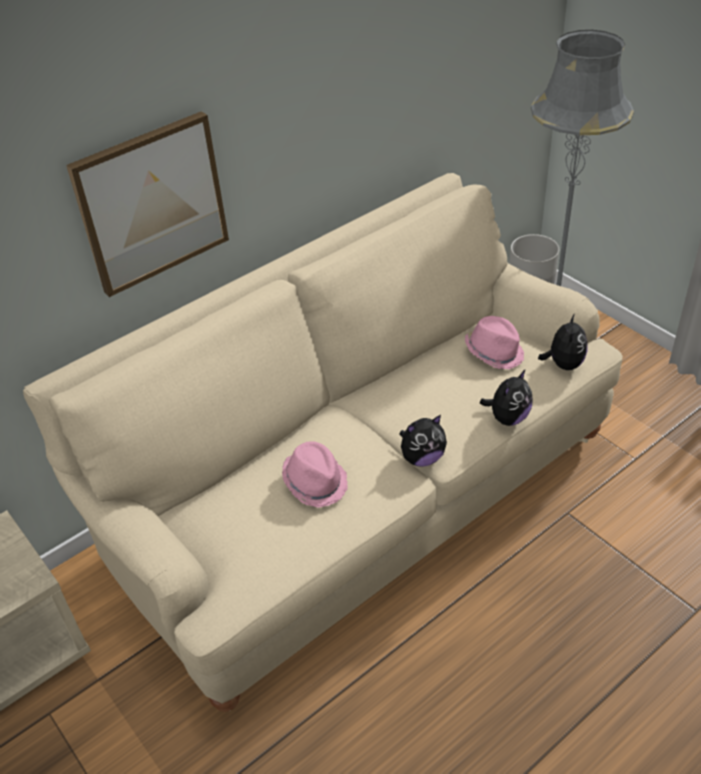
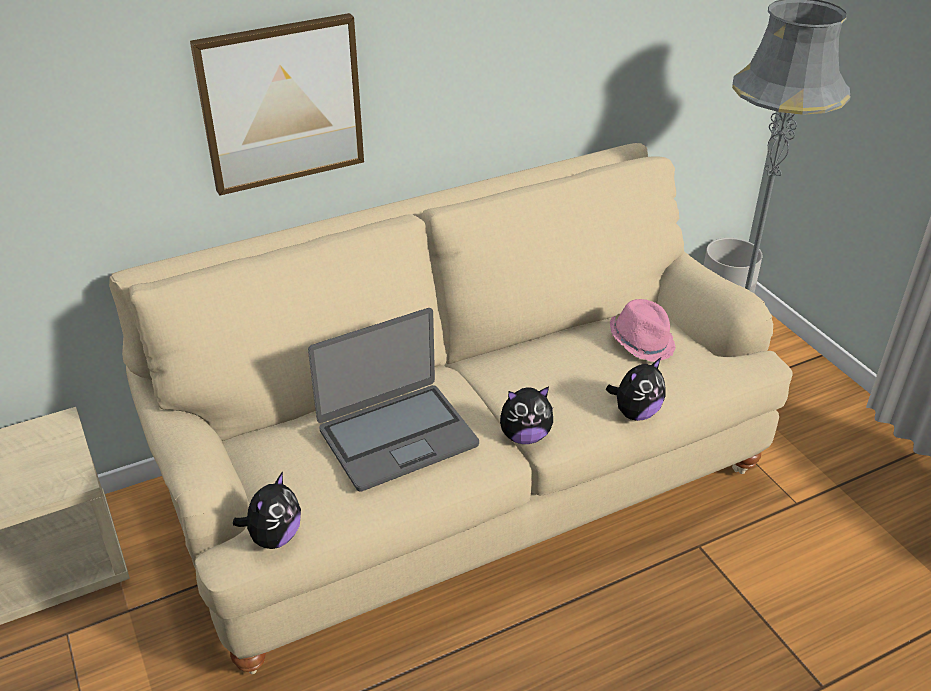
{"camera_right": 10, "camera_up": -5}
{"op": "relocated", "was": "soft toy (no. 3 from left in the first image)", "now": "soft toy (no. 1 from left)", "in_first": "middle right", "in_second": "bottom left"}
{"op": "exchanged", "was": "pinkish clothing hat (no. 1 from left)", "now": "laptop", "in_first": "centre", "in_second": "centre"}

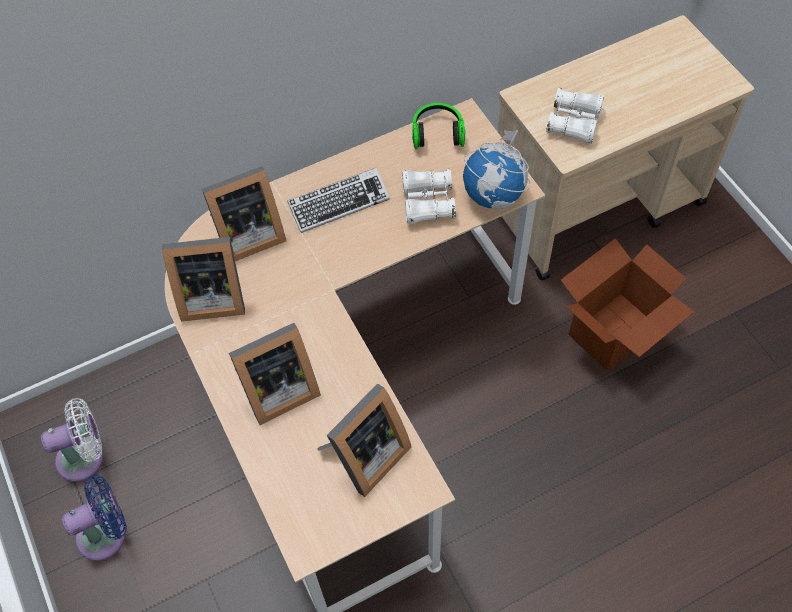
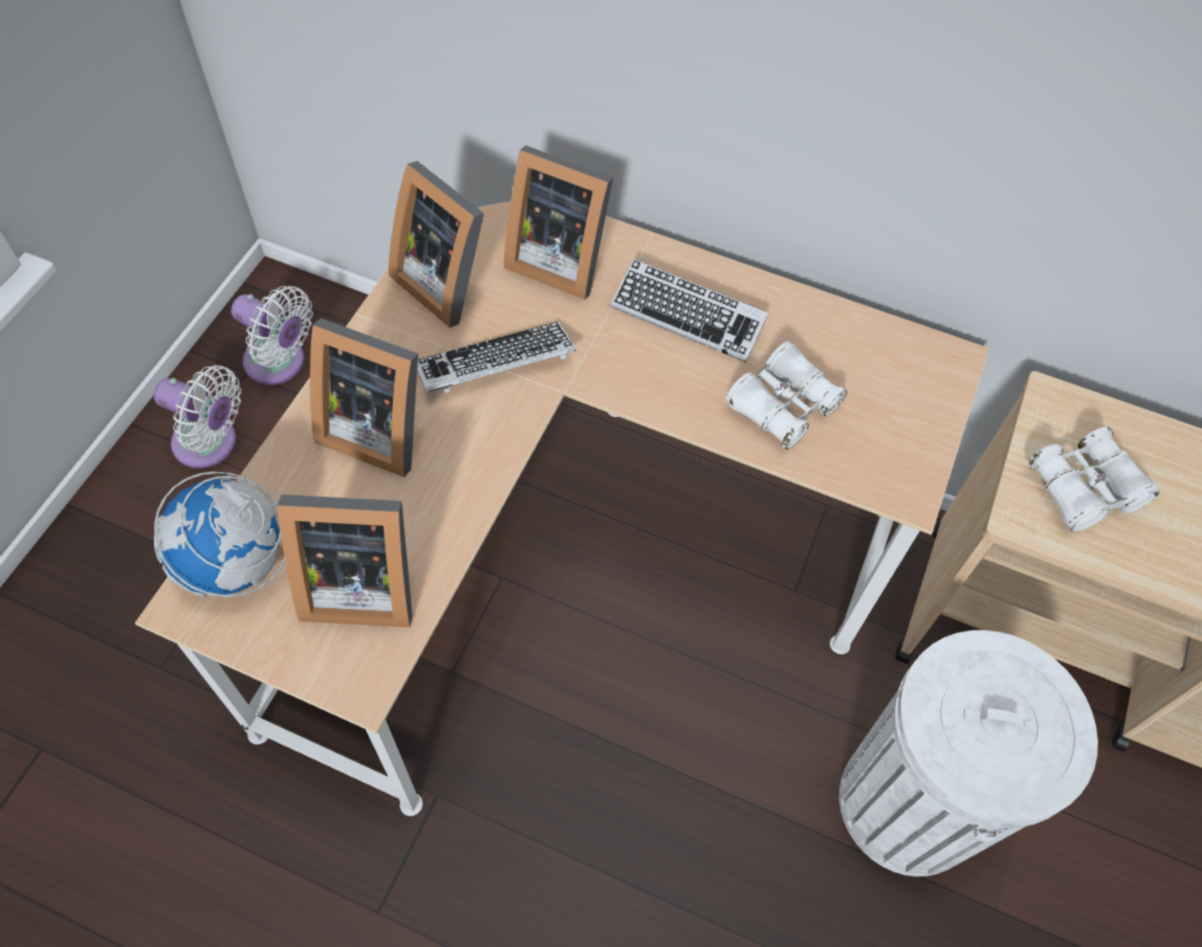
{"camera_right": 45, "camera_up": 0}
{"op": "missing", "was": "headphones", "in_first": "top centre"}
{"op": "appeared", "now": "keyboard (no. 1 from left)", "in_second": "centre"}
{"op": "relocated", "was": "world globe", "in_first": "top centre", "in_second": "middle left"}
{"op": "exchanged", "was": "carton", "now": "white trash can", "in_first": "middle right", "in_second": "bottom right"}
{"op": "colour", "was": "blue fan", "now": "white fan (no. 1 from left)", "in_first": "bottom left", "in_second": "middle left"}

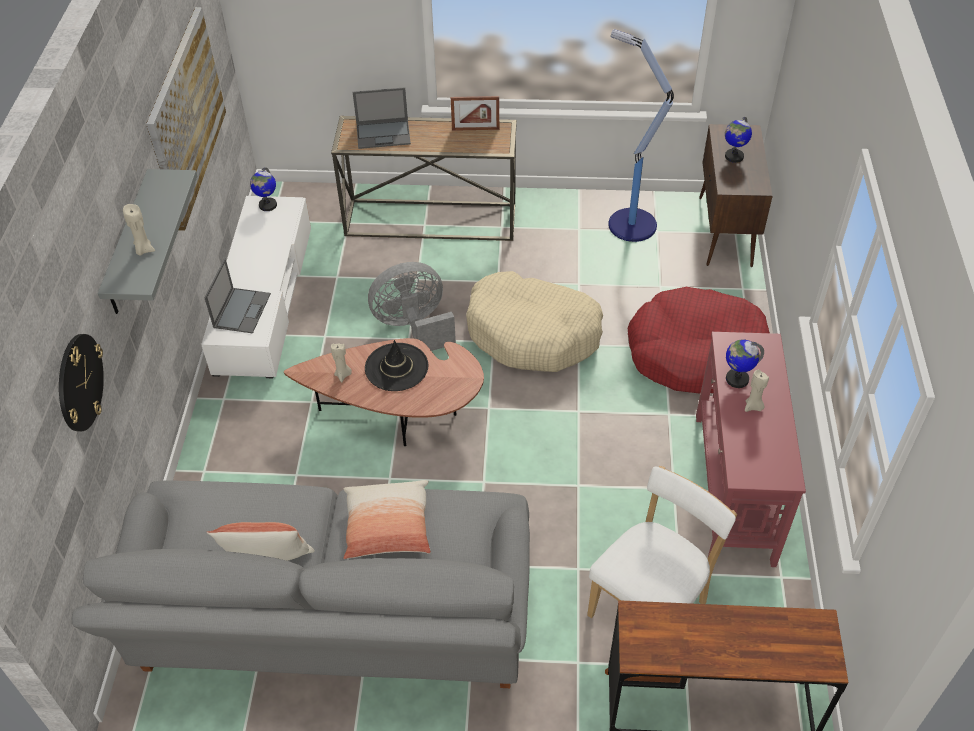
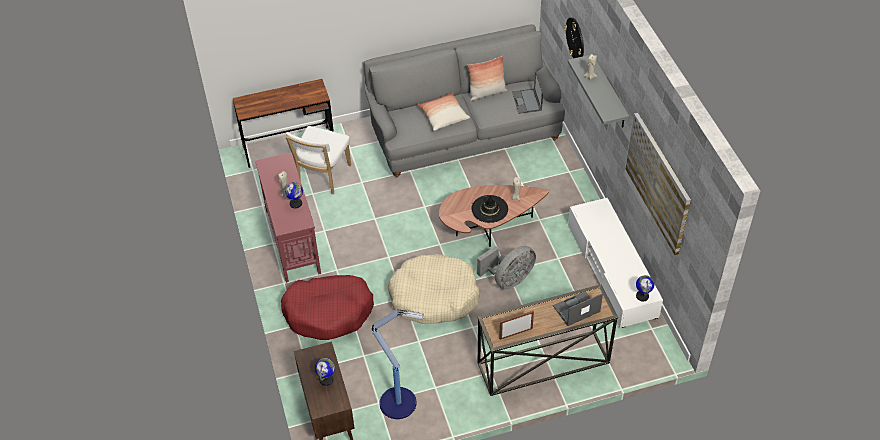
{"camera_right": 160, "camera_up": 0}
{"op": "relocated", "was": "laptop (no. 1 from left)", "in_first": "middle left", "in_second": "top centre"}

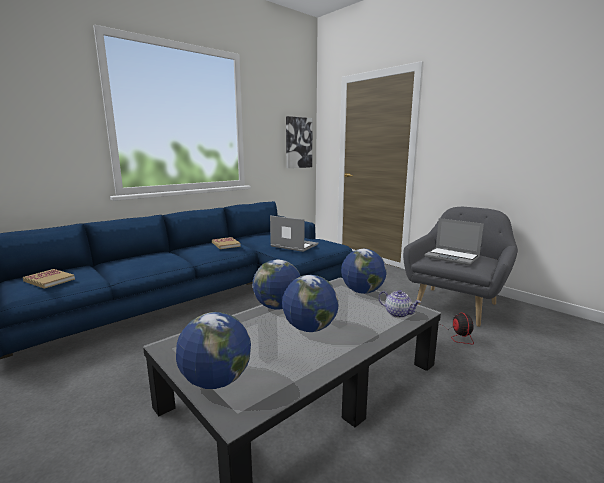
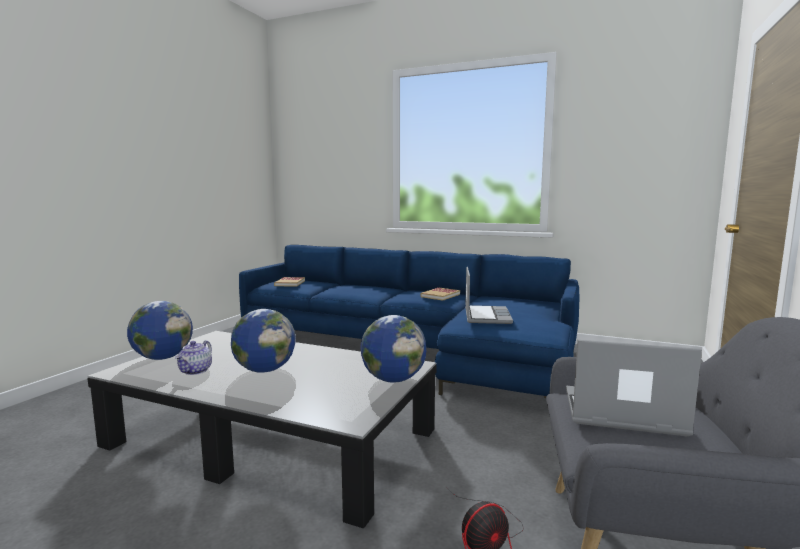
{"camera_right": 65, "camera_up": -5}
{"op": "missing", "was": "world globe (no. 2 from left)", "in_first": "centre"}
{"op": "missing", "was": "wall art", "in_first": "top centre"}
{"op": "relocated", "was": "pot for tea", "in_first": "centre", "in_second": "middle left"}
{"op": "spun", "was": "laptop (no. 2 from left)", "in_first": "middle right", "in_second": "bottom right", "clockwise": 90}

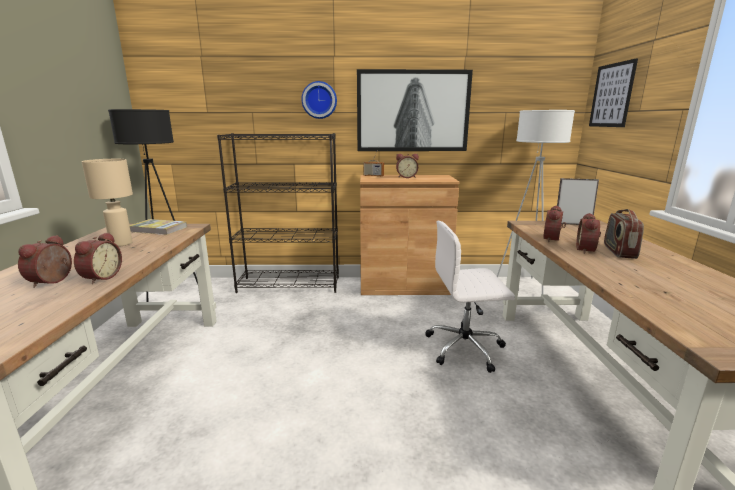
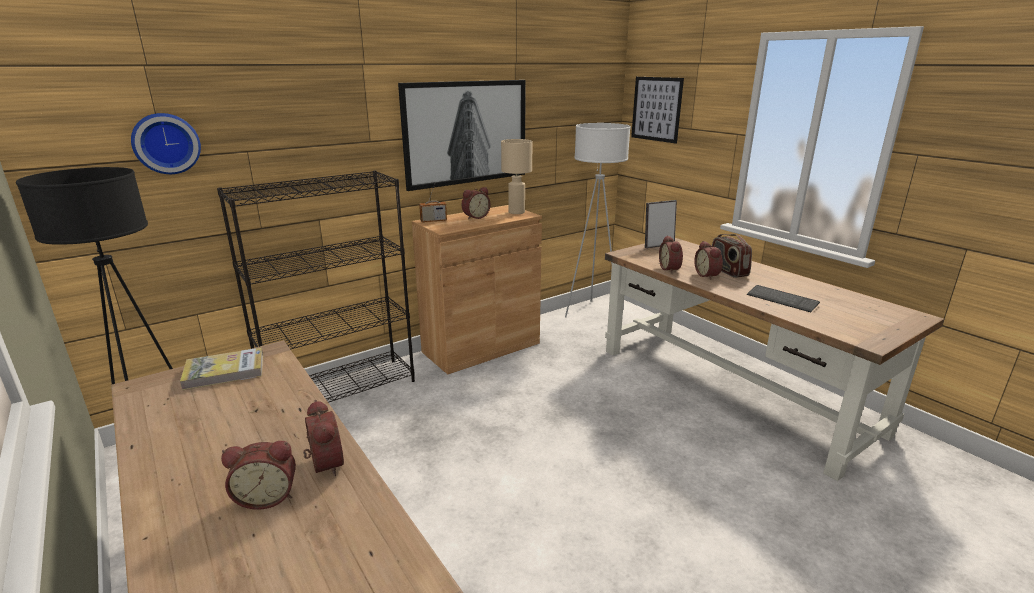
{"camera_right": -35, "camera_up": 5}
{"op": "missing", "was": "white computer chair", "in_first": "centre"}
{"op": "appeared", "now": "keyboard", "in_second": "middle right"}
{"op": "relocated", "was": "beige lamp for a table", "in_first": "middle left", "in_second": "top centre"}
{"op": "relocated", "was": "wall clock", "in_first": "top centre", "in_second": "top left"}
{"op": "spun", "was": "alarm clock (no. 1 from left)", "in_first": "middle left", "in_second": "bottom left", "clockwise": -75}

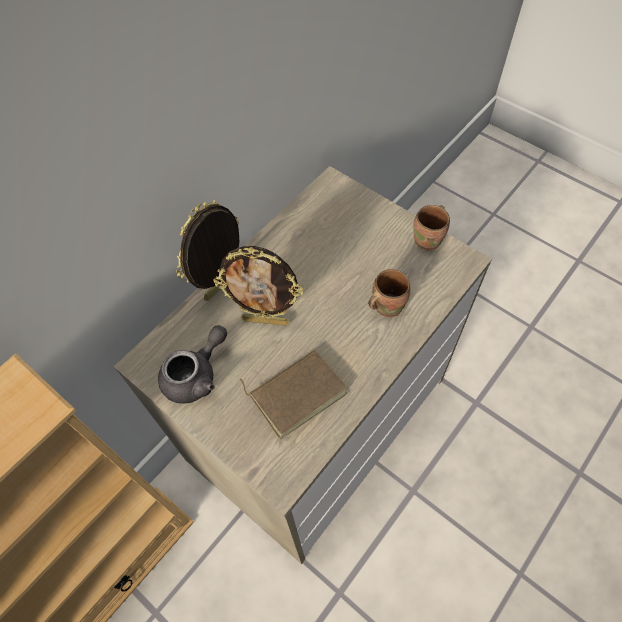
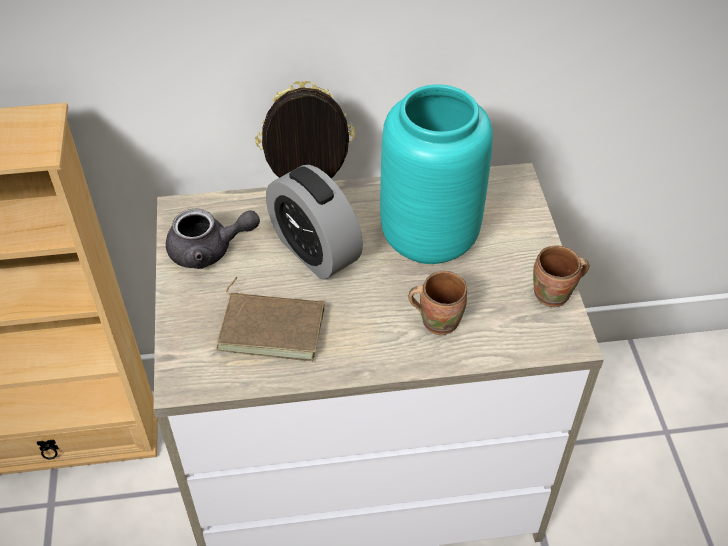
{"camera_right": 40, "camera_up": -10}
{"op": "appeared", "now": "blue-green vase", "in_second": "top centre"}
{"op": "exchanged", "was": "photo frame (no. 2 from left)", "now": "alarm clock", "in_first": "centre", "in_second": "centre"}

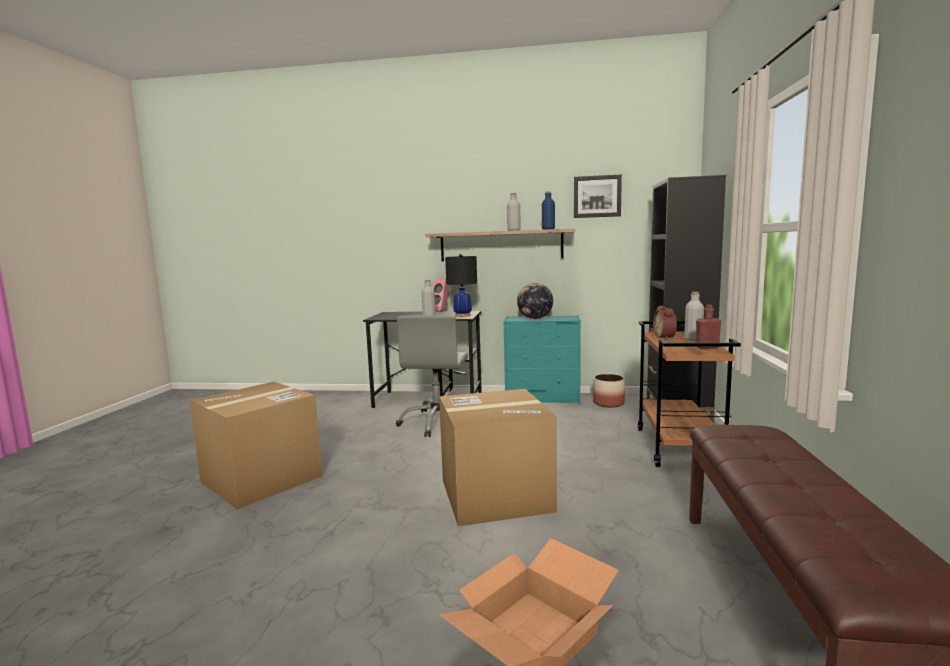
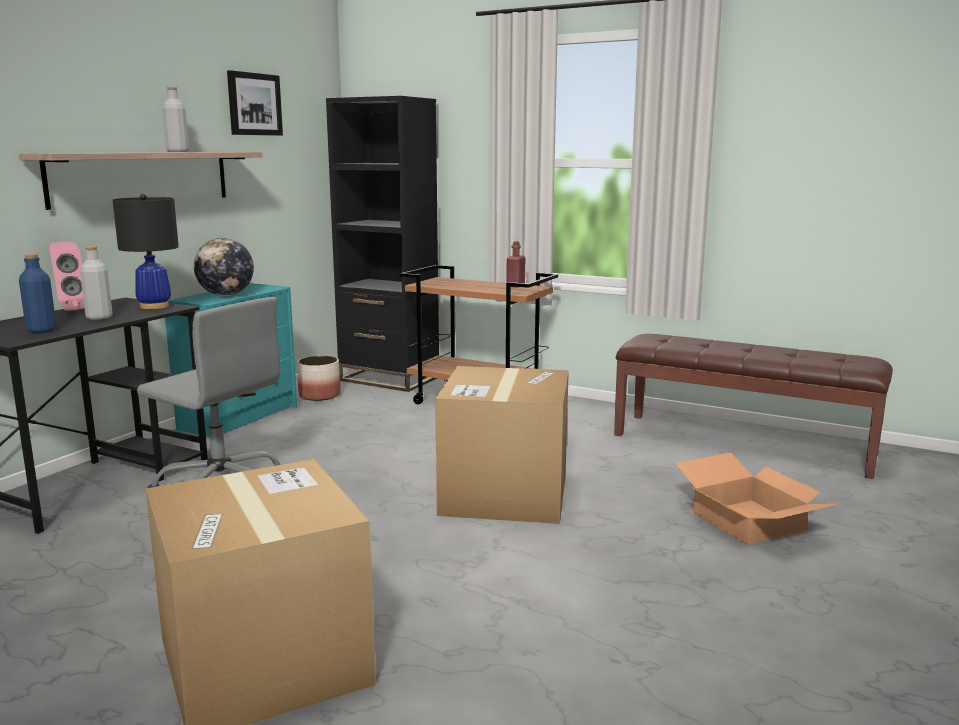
{"camera_right": -70, "camera_up": 5}
{"op": "missing", "was": "alarm clock", "in_first": "middle right"}
{"op": "missing", "was": "gray drink bottle (no. 3 from left)", "in_first": "middle right"}
{"op": "relocated", "was": "blue drink bottle", "in_first": "top centre", "in_second": "middle left"}

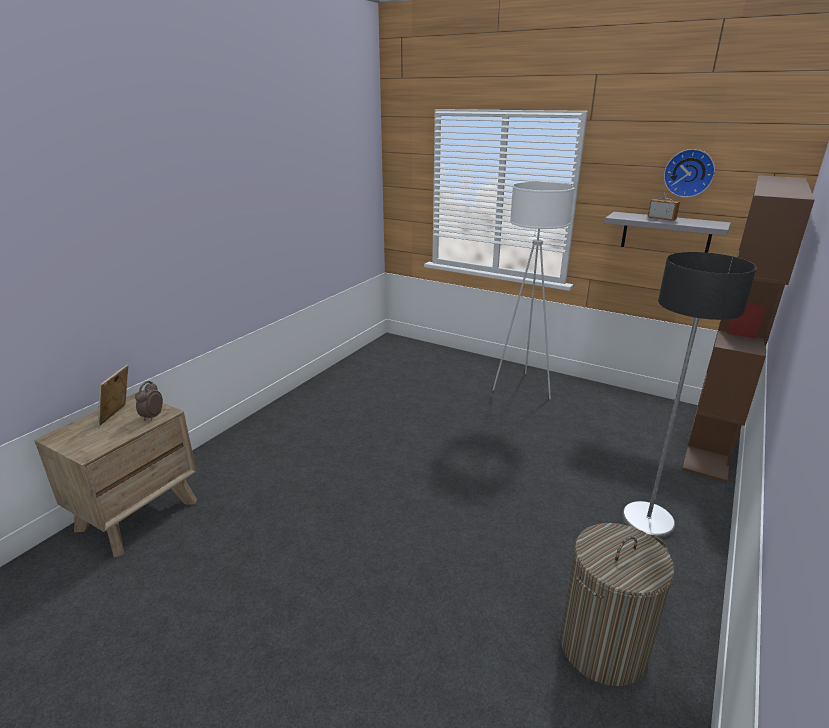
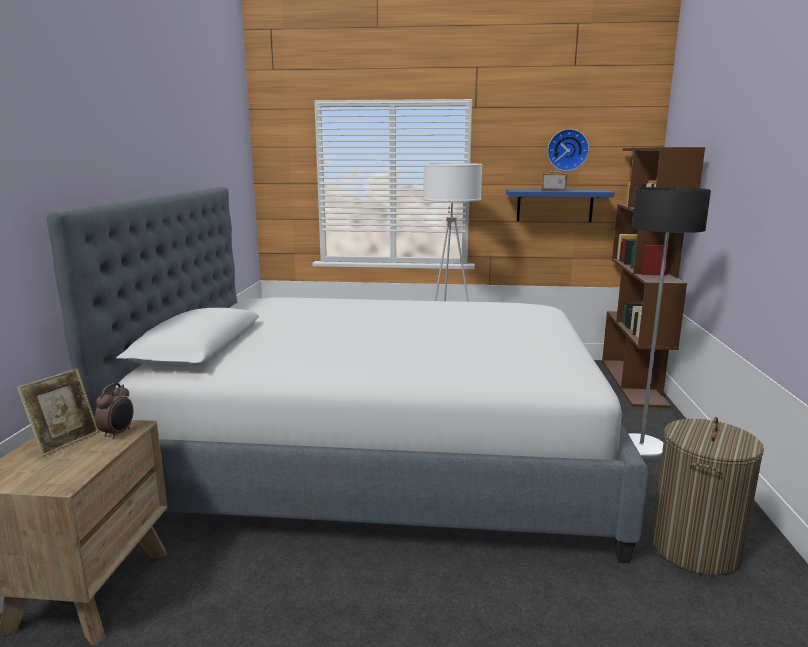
{"camera_right": -25, "camera_up": -10}
{"op": "appeared", "now": "sleeping bed", "in_second": "centre"}
{"op": "colour", "was": "gray wall shelf", "now": "blue wall shelf", "in_first": "top right", "in_second": "top right"}
{"op": "spun", "was": "photo frame", "in_first": "middle left", "in_second": "middle left", "clockwise": -135}
{"op": "spun", "was": "alarm clock", "in_first": "middle left", "in_second": "middle left", "clockwise": -150}

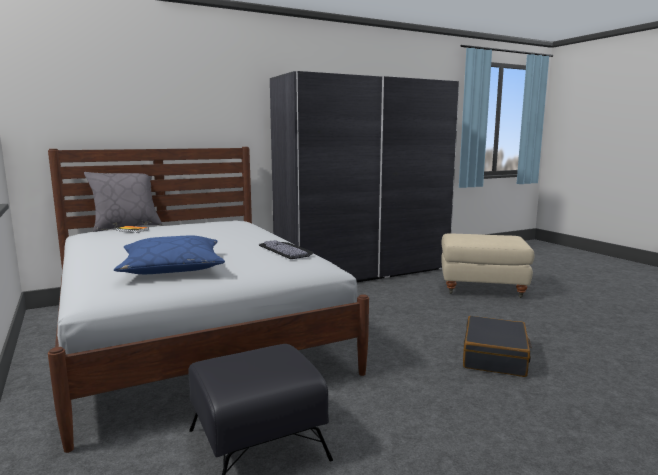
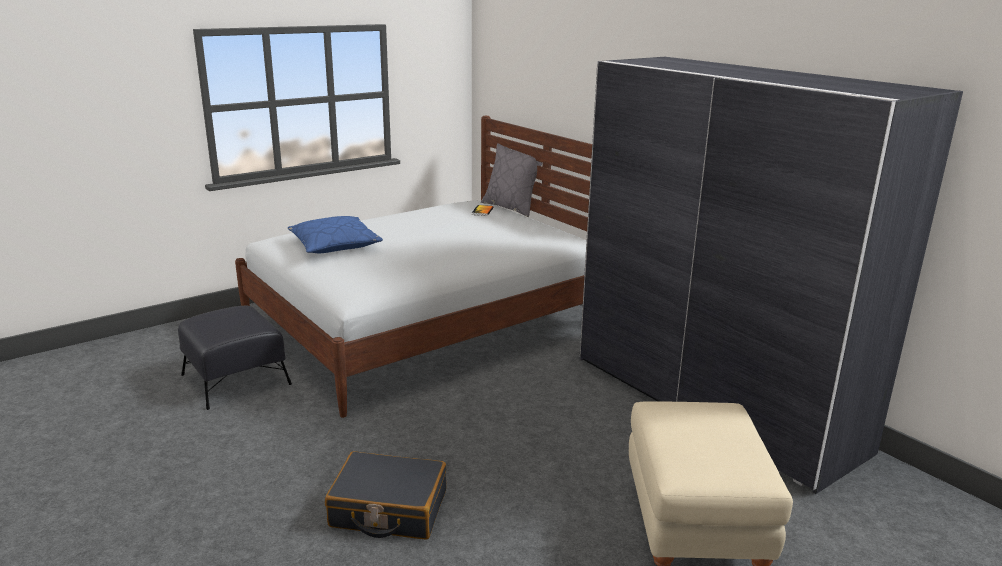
{"camera_right": 80, "camera_up": 10}
{"op": "missing", "was": "keyboard", "in_first": "centre"}

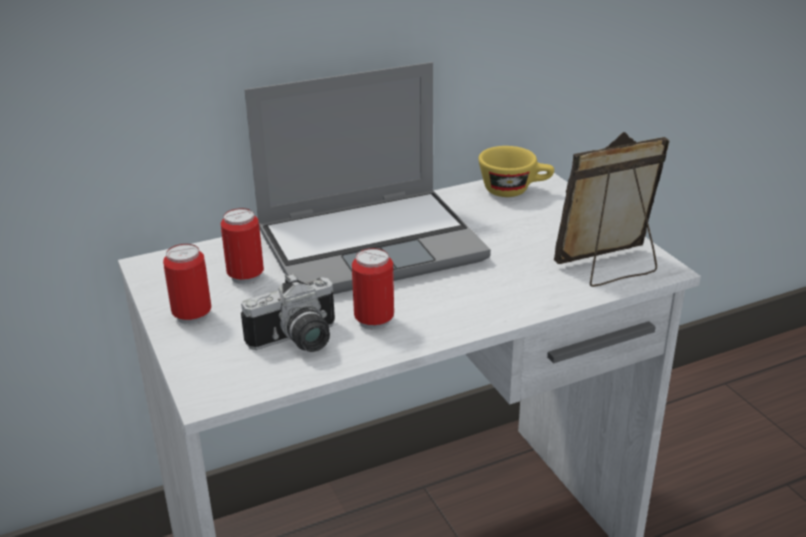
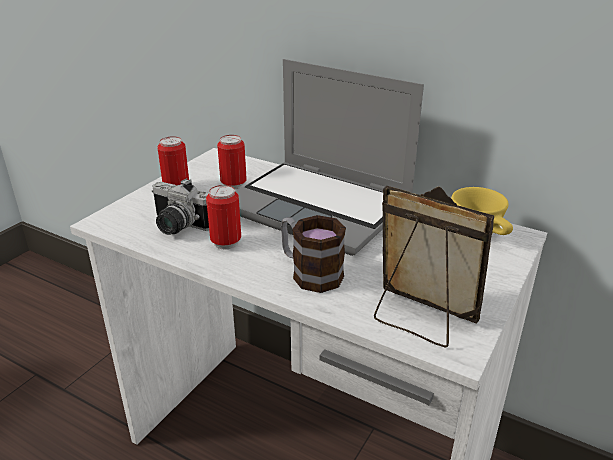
{"camera_right": 55, "camera_up": 0}
{"op": "appeared", "now": "mug", "in_second": "centre"}

